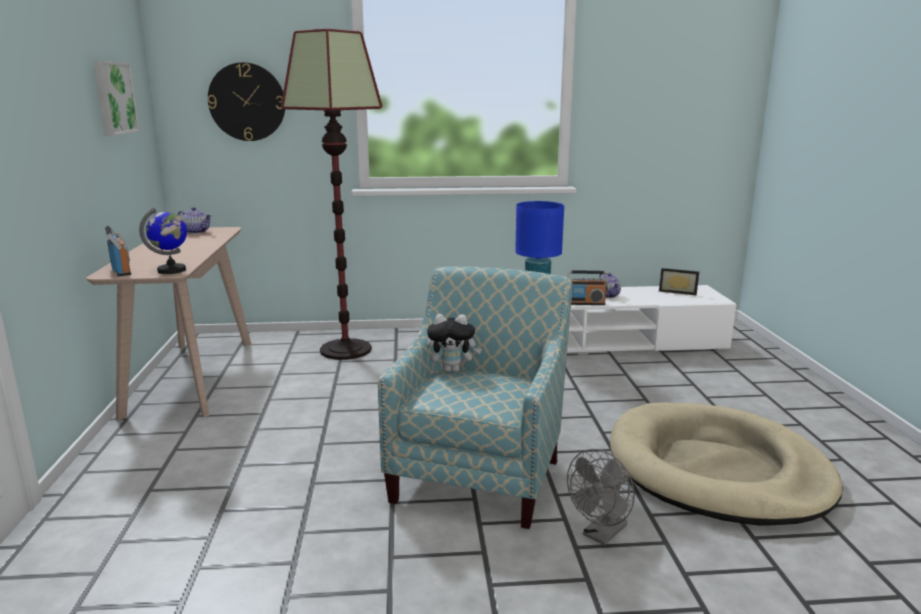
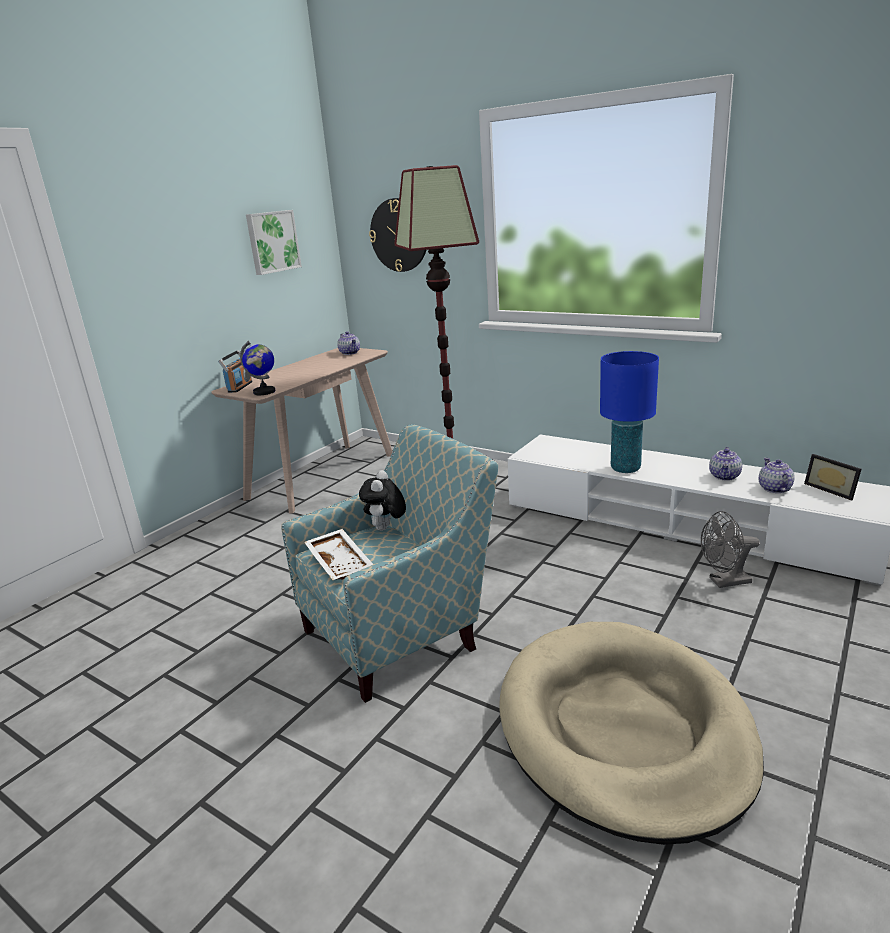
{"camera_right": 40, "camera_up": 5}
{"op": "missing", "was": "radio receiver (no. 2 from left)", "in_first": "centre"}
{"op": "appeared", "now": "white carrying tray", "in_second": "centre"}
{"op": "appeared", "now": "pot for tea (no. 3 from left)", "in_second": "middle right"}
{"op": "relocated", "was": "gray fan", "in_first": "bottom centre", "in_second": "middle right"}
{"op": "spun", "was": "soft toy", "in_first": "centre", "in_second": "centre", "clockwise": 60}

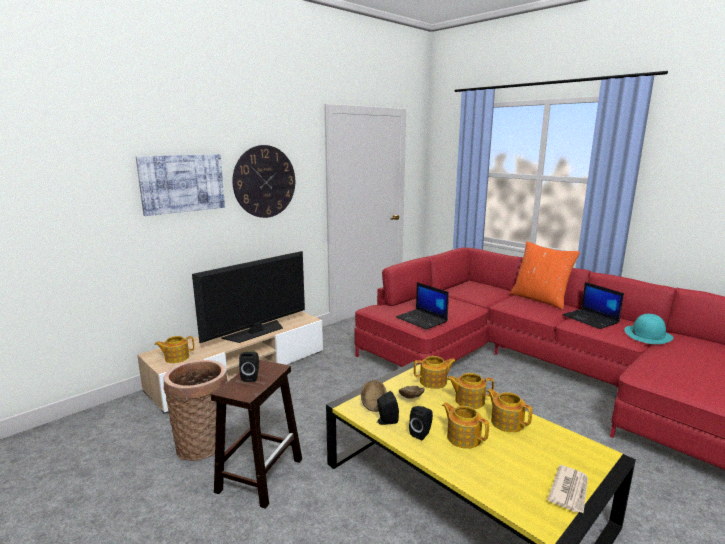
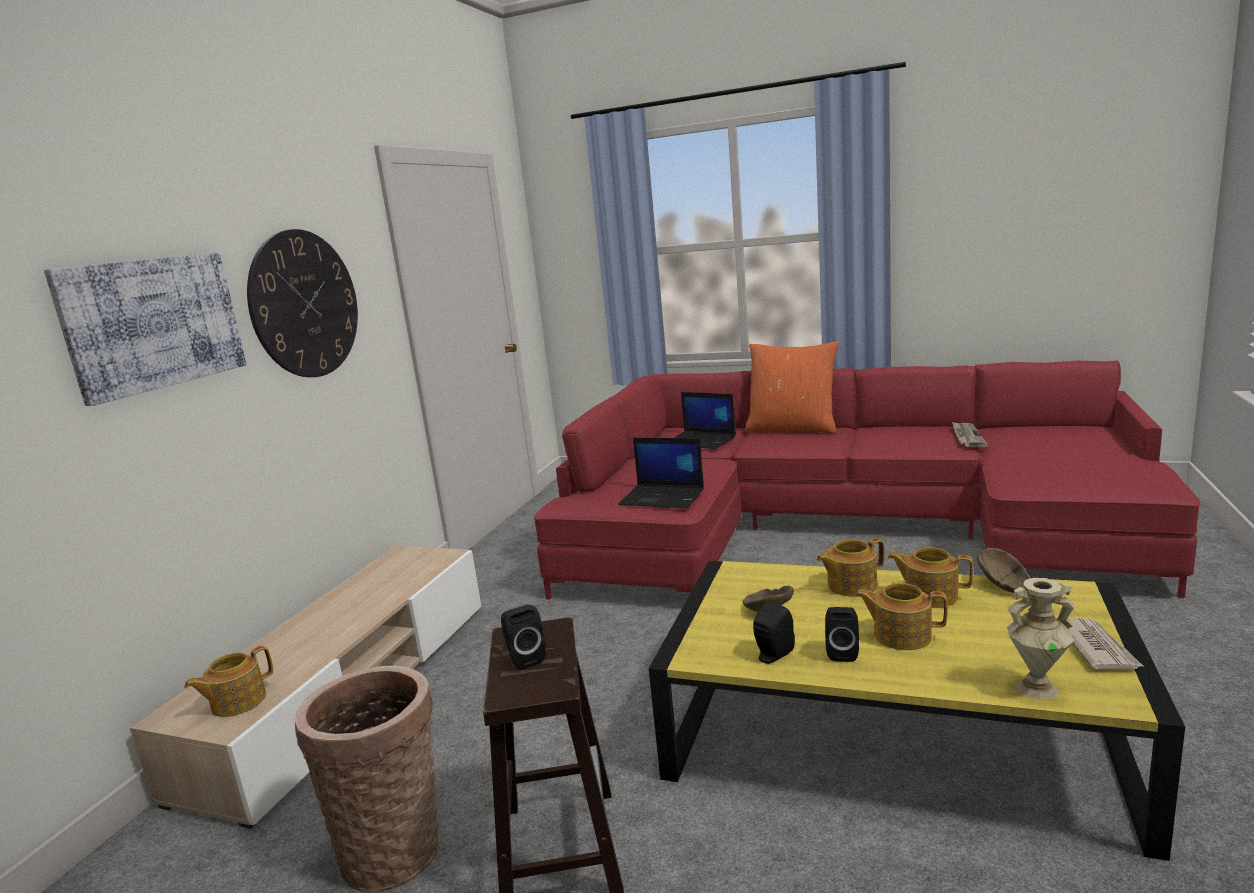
{"camera_right": -25, "camera_up": 0}
{"op": "missing", "was": "TV", "in_first": "centre"}
{"op": "missing", "was": "pot for tea (no. 2 from left)", "in_first": "bottom centre"}
{"op": "appeared", "now": "beige vase", "in_second": "bottom right"}
{"op": "relocated", "was": "brown-coloured deep dish (no. 1 from left in the first image)", "now": "brown-coloured deep dish (no. 2 from left)", "in_first": "bottom centre", "in_second": "middle right"}
{"op": "relocated", "was": "laptop (no. 2 from left)", "in_first": "middle right", "in_second": "centre"}
{"op": "exchanged", "was": "blue-green clothing hat", "now": "daily paper (no. 1 from left)", "in_first": "middle right", "in_second": "middle right"}

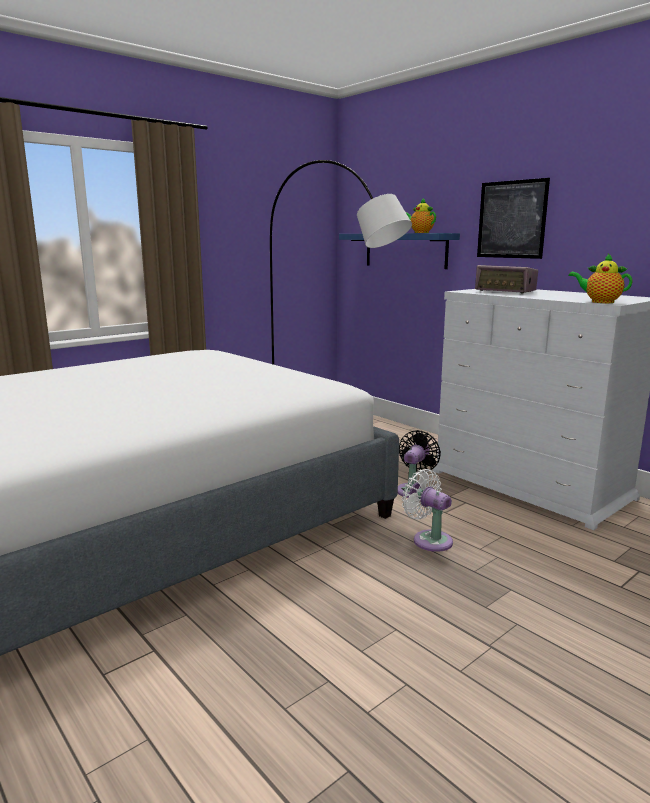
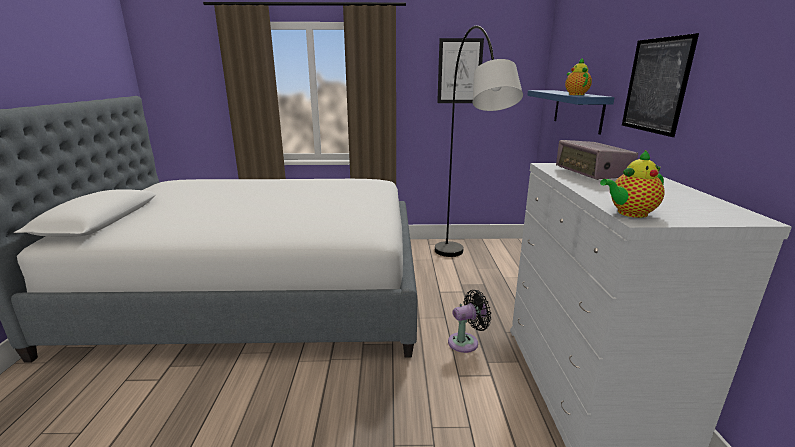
{"camera_right": 40, "camera_up": 5}
{"op": "missing", "was": "white fan", "in_first": "centre"}
{"op": "appeared", "now": "wall art (no. 1 from left)", "in_second": "top centre"}
{"op": "spun", "was": "pot for tea (no. 2 from left)", "in_first": "middle right", "in_second": "middle right", "clockwise": -90}

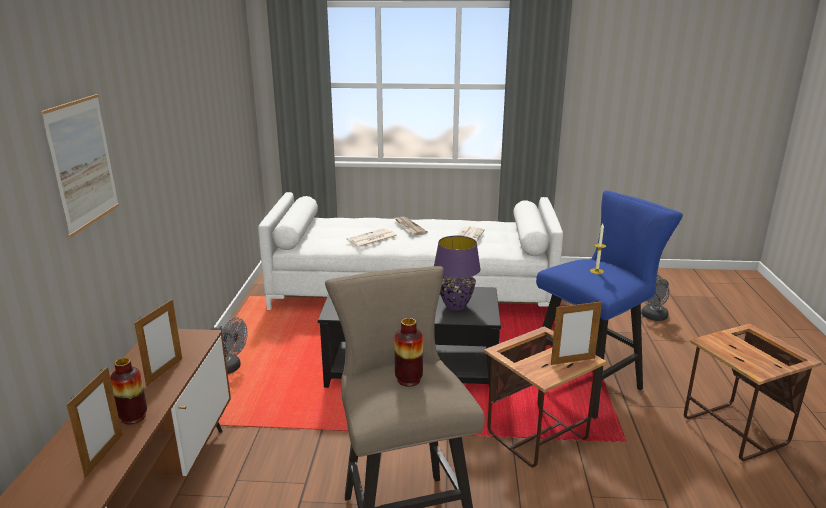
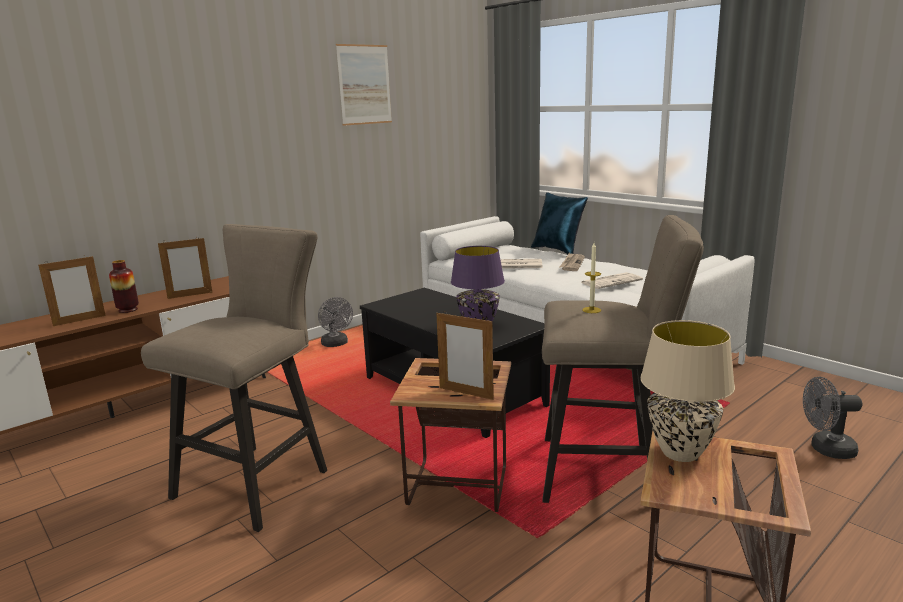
{"camera_right": 45, "camera_up": -5}
{"op": "missing", "was": "vase (no. 2 from left)", "in_first": "bottom centre"}
{"op": "appeared", "now": "blue throw pillow", "in_second": "centre"}
{"op": "appeared", "now": "beige lamp for a table", "in_second": "middle right"}
{"op": "relocated", "was": "wall art", "in_first": "top left", "in_second": "top centre"}
{"op": "colour", "was": "blue stool seat", "now": "beige stool seat (no. 2 from left)", "in_first": "middle right", "in_second": "middle right"}

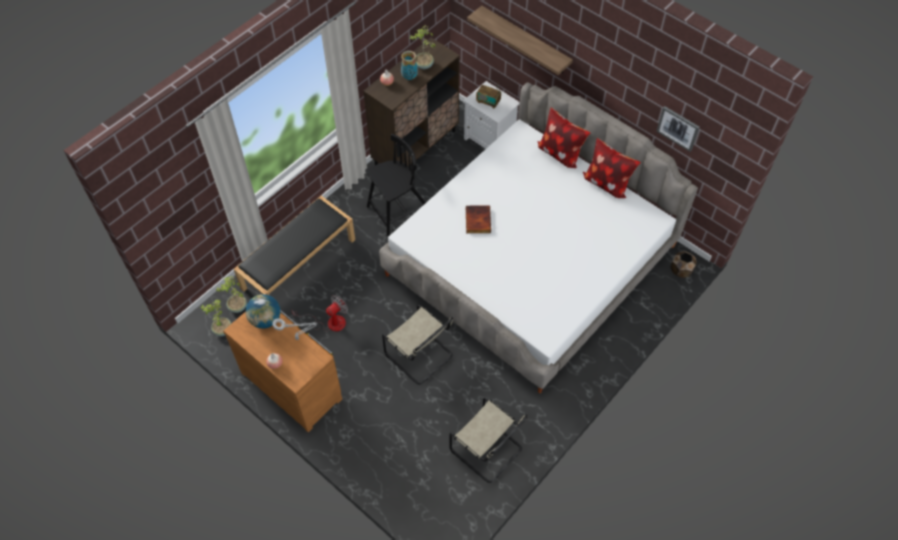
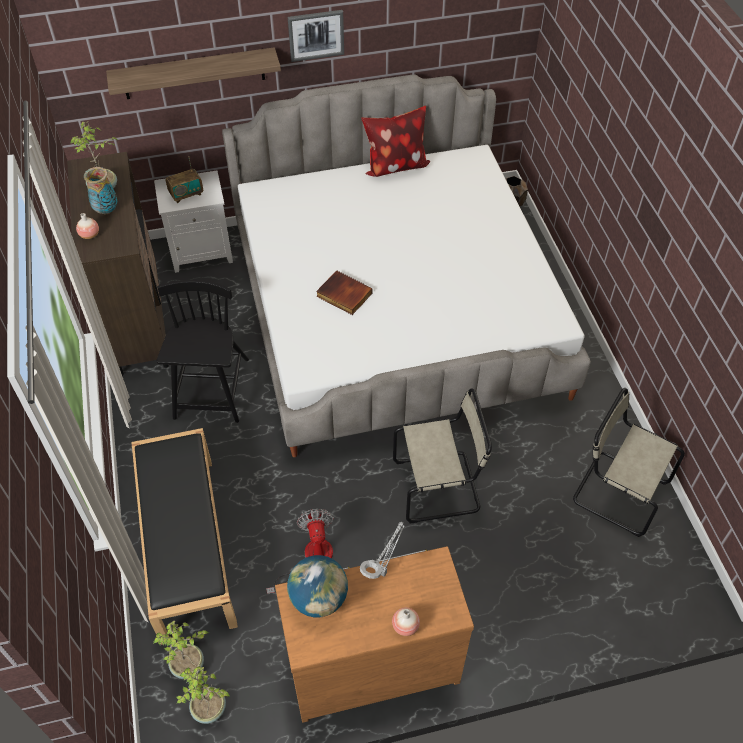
{"camera_right": -55, "camera_up": -5}
{"op": "missing", "was": "throw pillow (no. 1 from left)", "in_first": "top centre"}
{"op": "relocated", "was": "wall art", "in_first": "top right", "in_second": "top centre"}
{"op": "spun", "was": "beige chair (no. 2 from left)", "in_first": "bottom centre", "in_second": "middle right", "clockwise": -135}

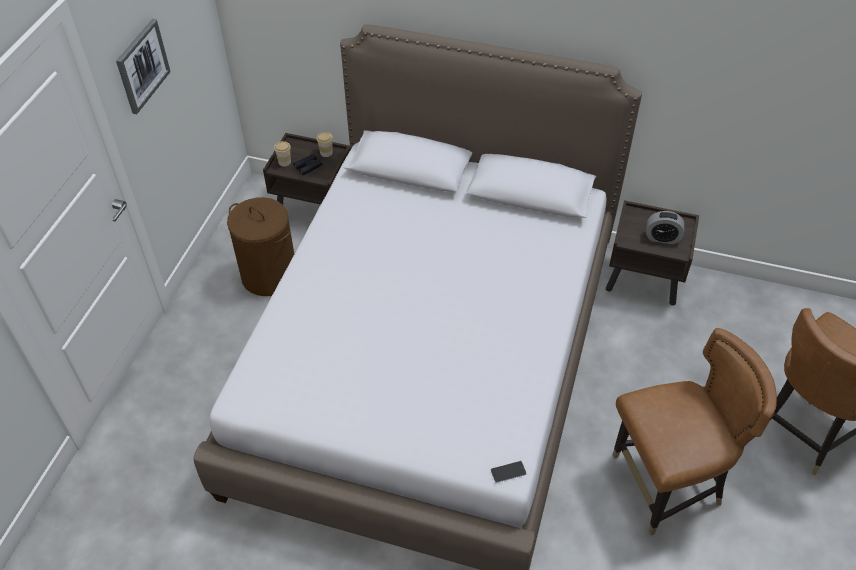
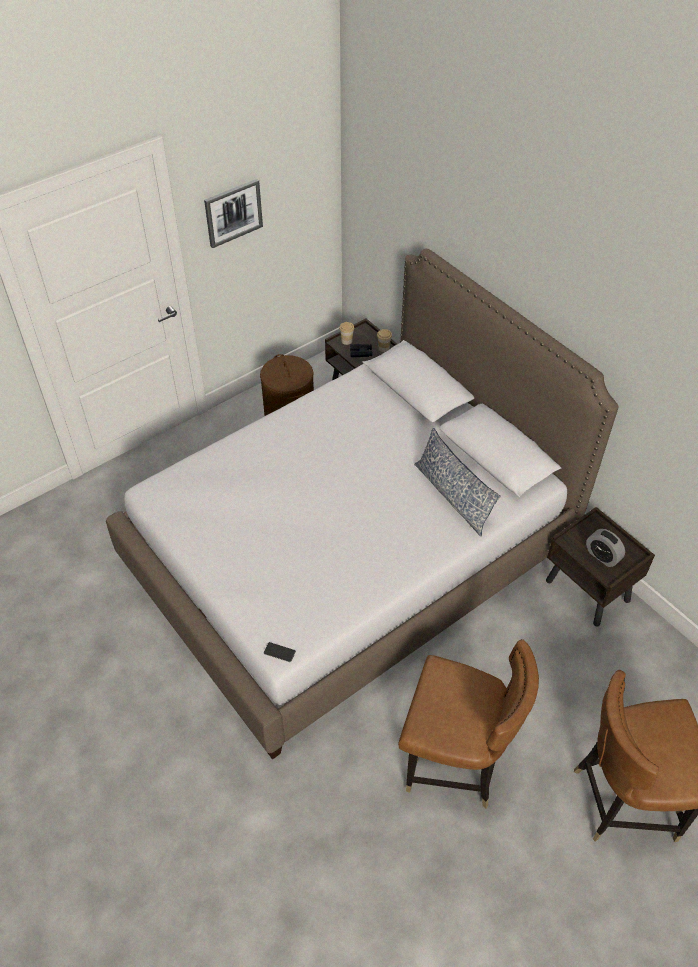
{"camera_right": 35, "camera_up": 0}
{"op": "appeared", "now": "throw pillow", "in_second": "centre"}

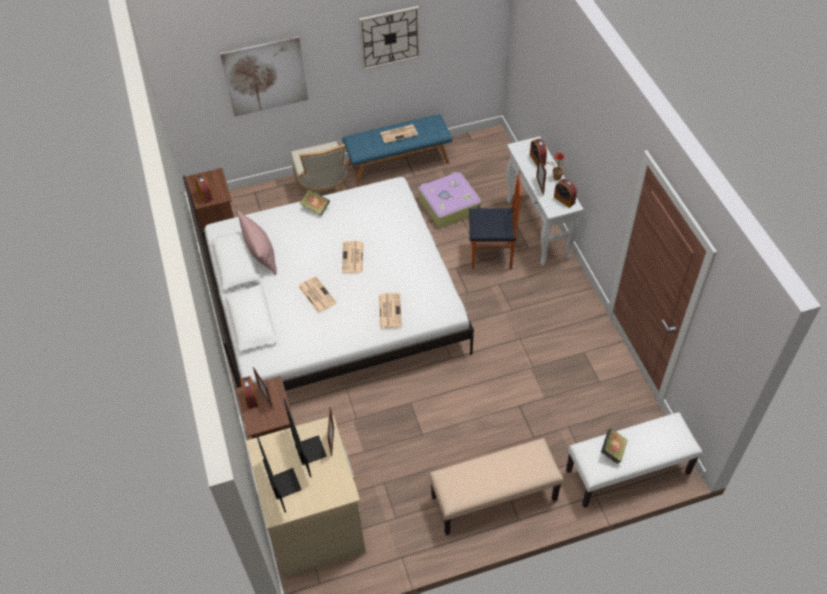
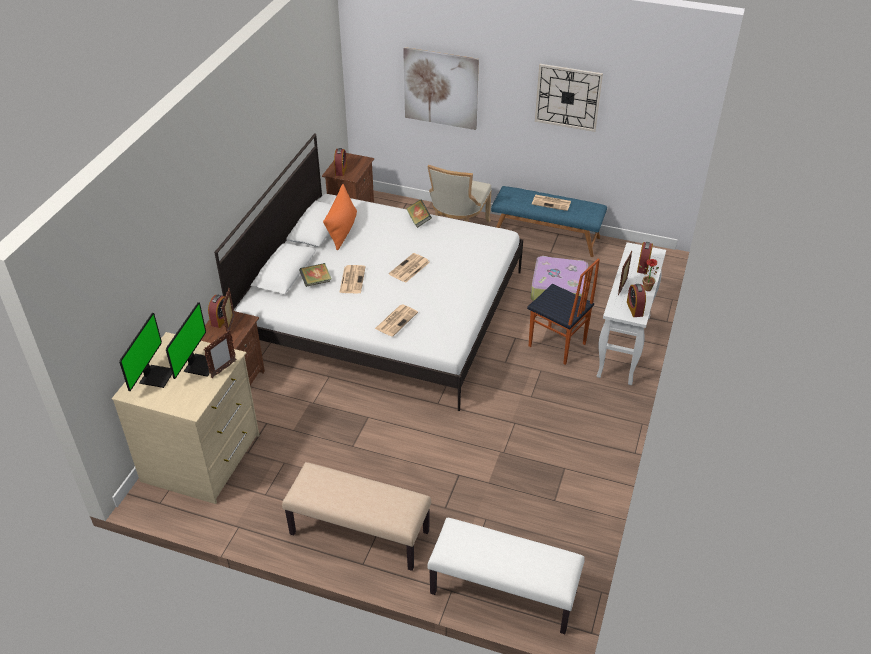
{"camera_right": 35, "camera_up": -10}
{"op": "relocated", "was": "volume (no. 2 from left in the first image)", "now": "volume (no. 1 from left)", "in_first": "bottom right", "in_second": "centre"}
{"op": "colour", "was": "pinkish throw pillow", "now": "orangey throw pillow", "in_first": "middle left", "in_second": "top centre"}

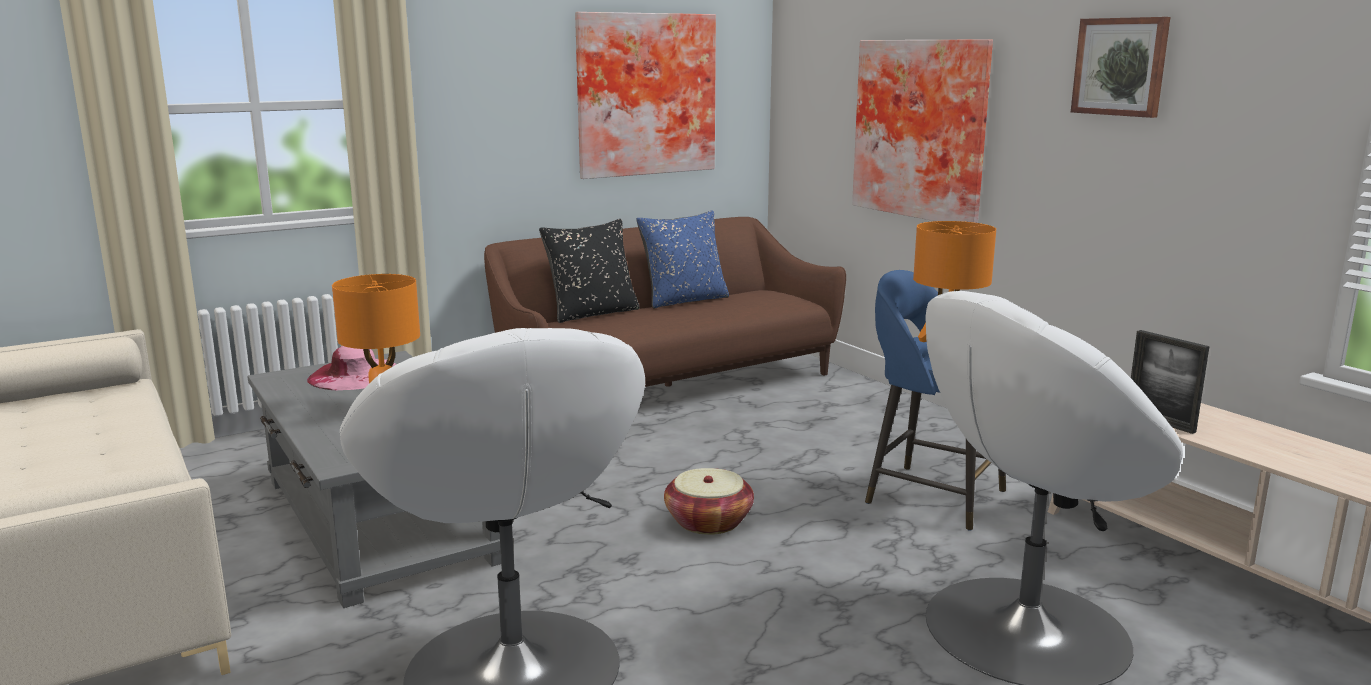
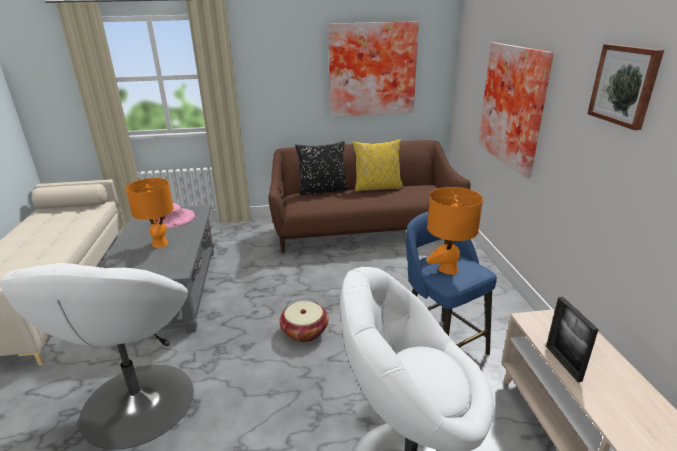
{"camera_right": 25, "camera_up": 10}
{"op": "colour", "was": "blue throw pillow", "now": "yellowish throw pillow", "in_first": "centre", "in_second": "centre"}

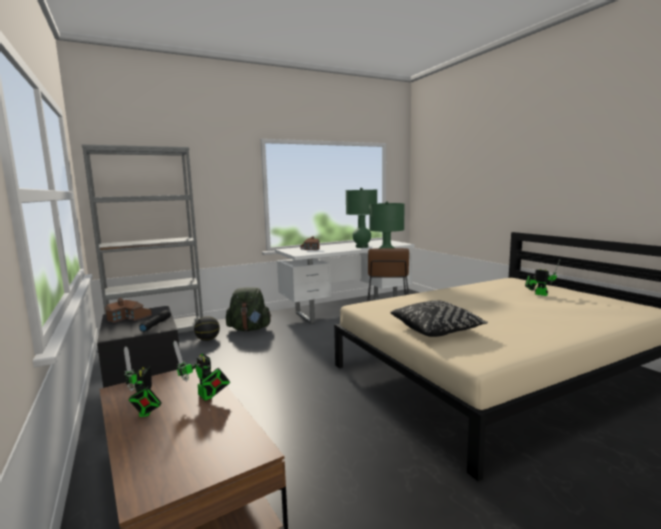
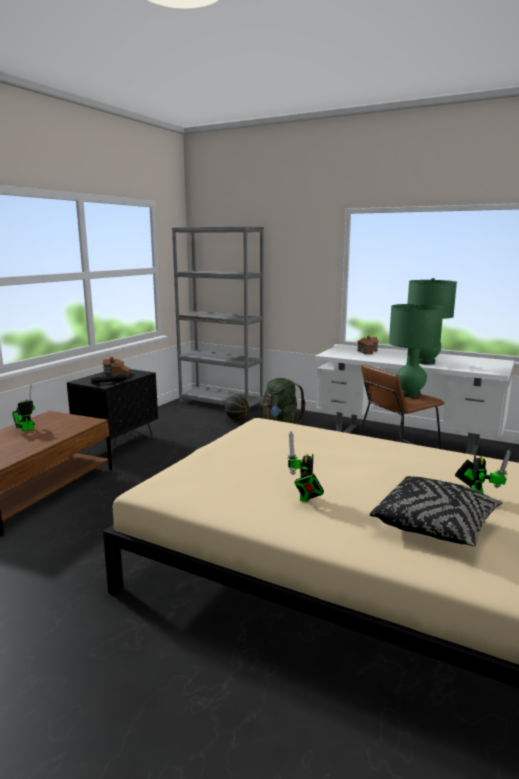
{"camera_right": 55, "camera_up": 5}
{"op": "relocated", "was": "toy robot (no. 2 from left)", "in_first": "bottom left", "in_second": "centre"}
{"op": "relocated", "was": "blackish throw pillow", "in_first": "centre", "in_second": "middle right"}

